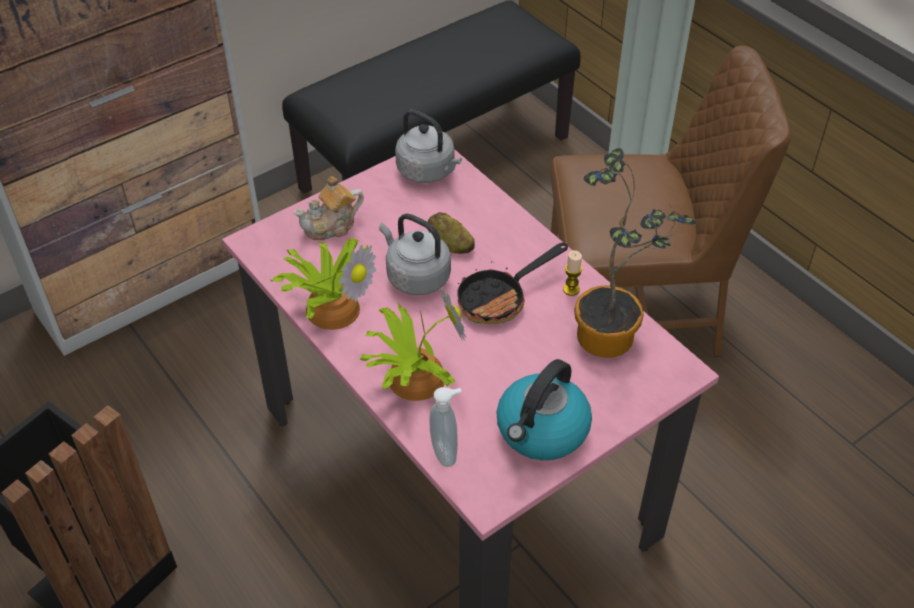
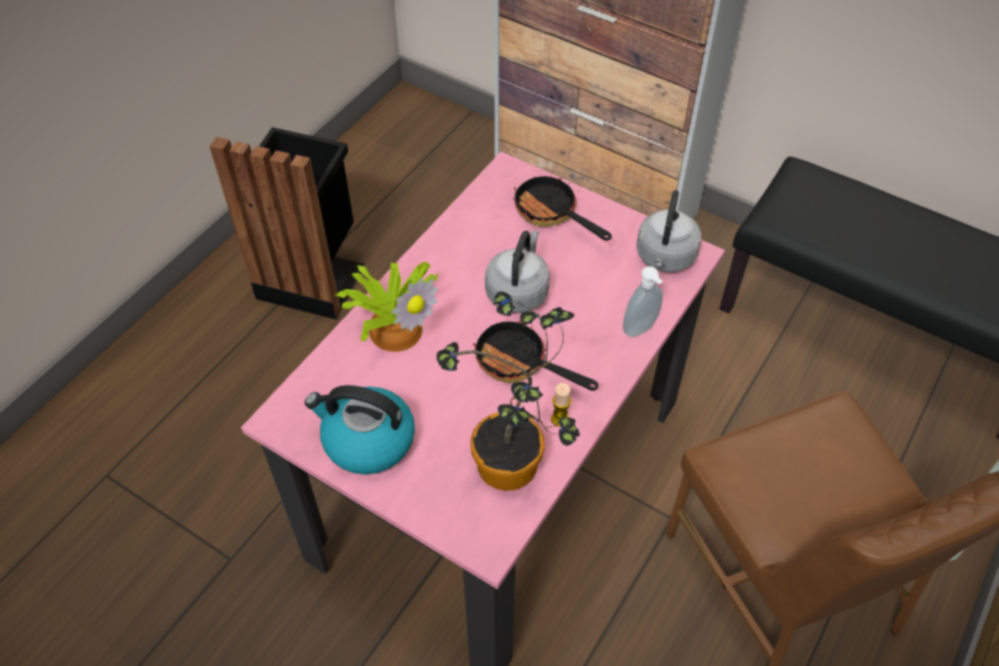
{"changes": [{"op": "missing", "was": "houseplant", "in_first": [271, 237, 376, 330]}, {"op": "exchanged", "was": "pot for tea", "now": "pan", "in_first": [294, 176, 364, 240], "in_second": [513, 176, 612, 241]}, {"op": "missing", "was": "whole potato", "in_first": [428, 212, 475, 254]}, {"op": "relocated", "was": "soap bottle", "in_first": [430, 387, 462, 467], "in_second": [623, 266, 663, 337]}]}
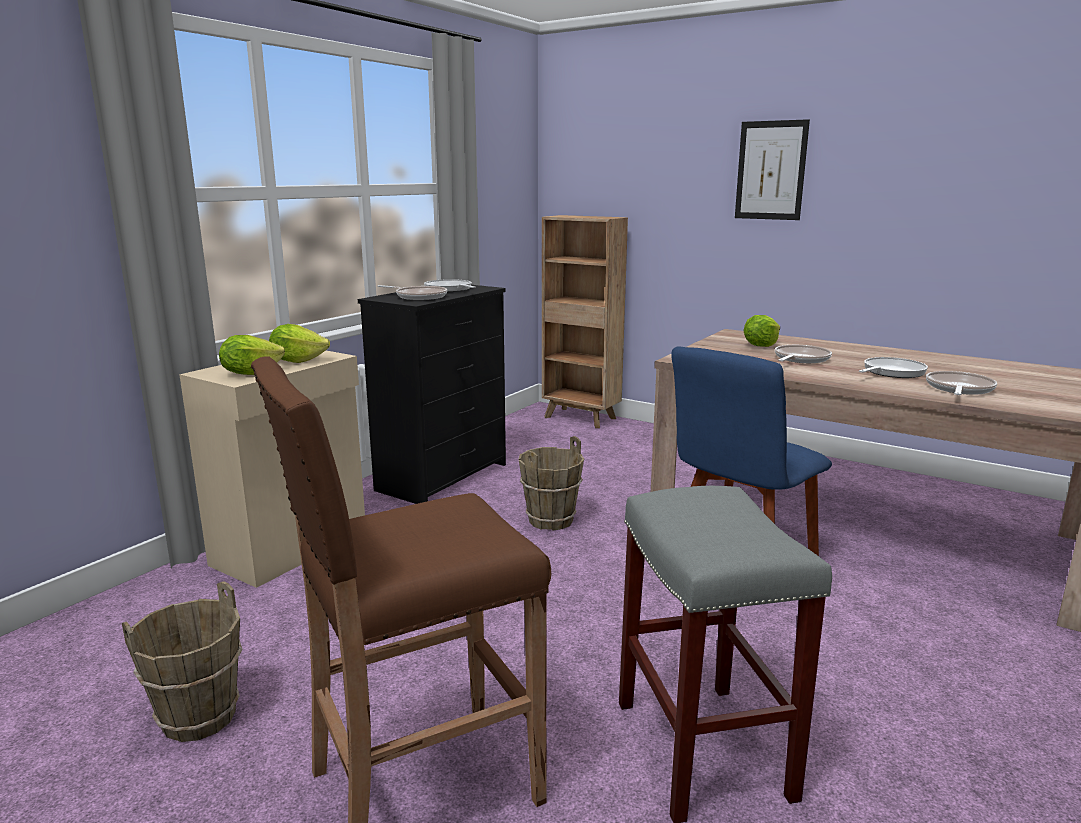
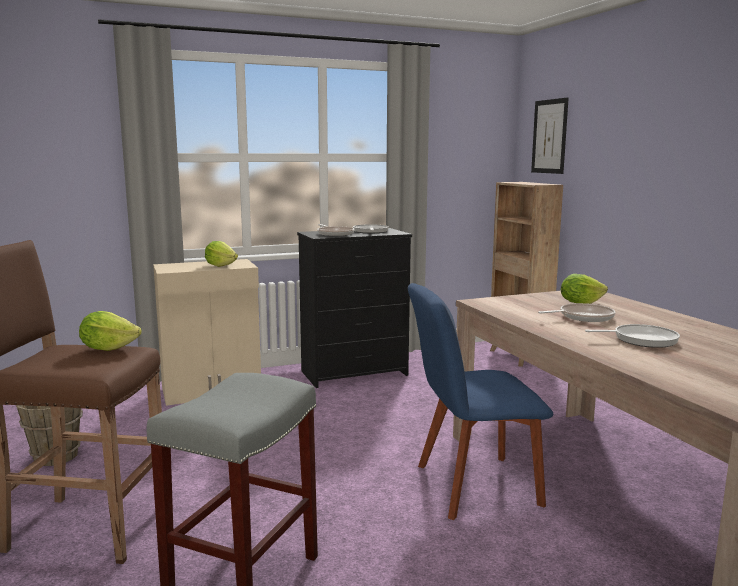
{"changes": [{"op": "relocated", "was": "lettuce head", "in_first": [219, 335, 285, 375], "in_second": [79, 311, 141, 351]}, {"op": "missing", "was": "pail in brownish", "in_first": [519, 436, 584, 531]}, {"op": "relocated", "was": "wall art", "in_first": [735, 119, 810, 220], "in_second": [531, 97, 569, 174]}, {"op": "missing", "was": "pan", "in_first": [926, 371, 997, 395]}]}
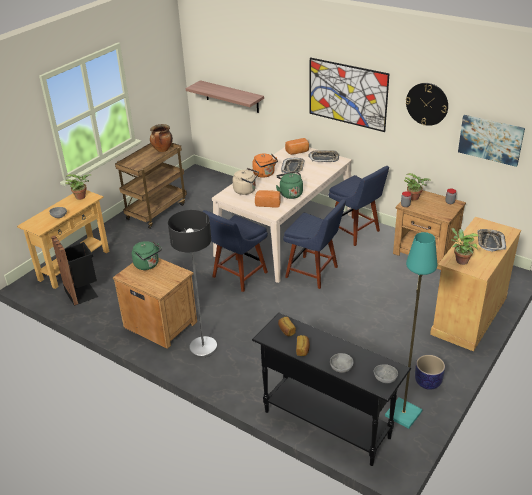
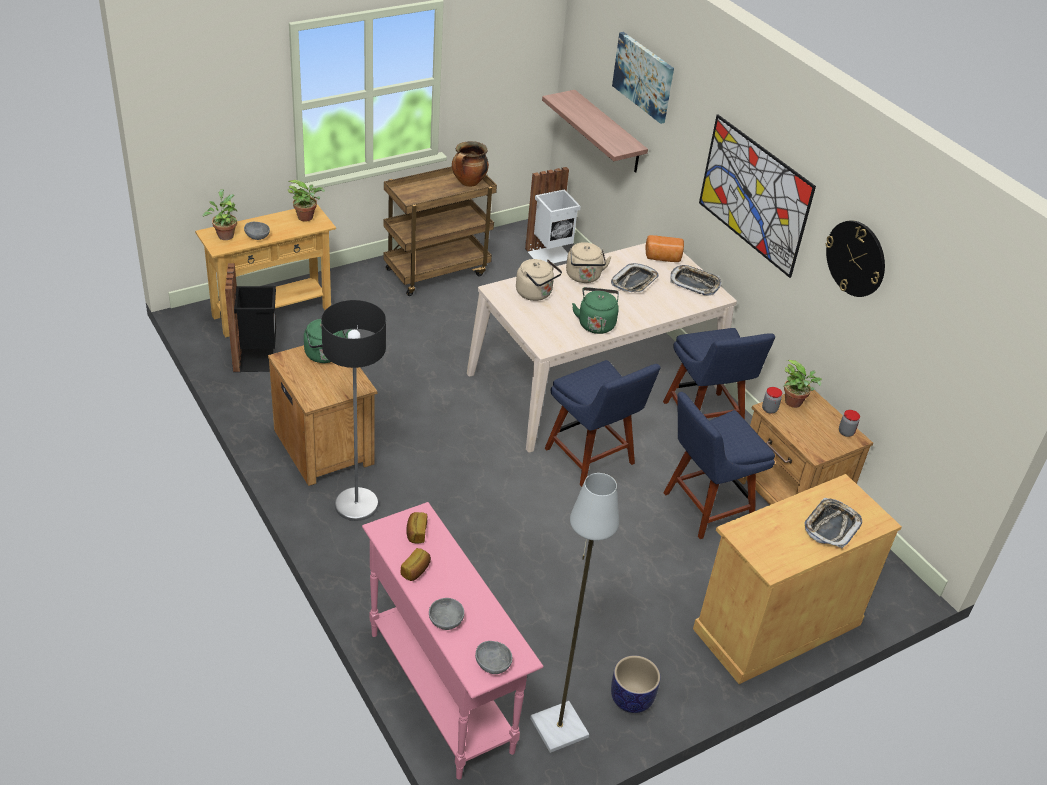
{"changes": [{"op": "relocated", "was": "plain chair in bluish", "in_first": [203, 210, 268, 292], "in_second": [663, 392, 775, 539]}, {"op": "colour", "was": "kettle in orangey", "now": "kettle in sand-coloured", "in_first": [252, 153, 278, 178], "in_second": [566, 242, 612, 283]}, {"op": "colour", "was": "console table in black", "now": "console table in pinkish", "in_first": [252, 313, 411, 466], "in_second": [362, 502, 544, 780]}, {"op": "missing", "was": "bread", "in_first": [255, 190, 281, 207]}, {"op": "colour", "was": "floor lamp in blue-green", "now": "floor lamp in greyish", "in_first": [385, 232, 437, 429], "in_second": [530, 473, 619, 753]}, {"op": "relocated", "was": "houseplant", "in_first": [451, 228, 480, 265], "in_second": [202, 189, 238, 240]}, {"op": "relocated", "was": "wall art", "in_first": [458, 115, 525, 167], "in_second": [612, 32, 674, 124]}, {"op": "appeared", "now": "trash can in whitish", "in_second": [525, 167, 581, 263]}]}
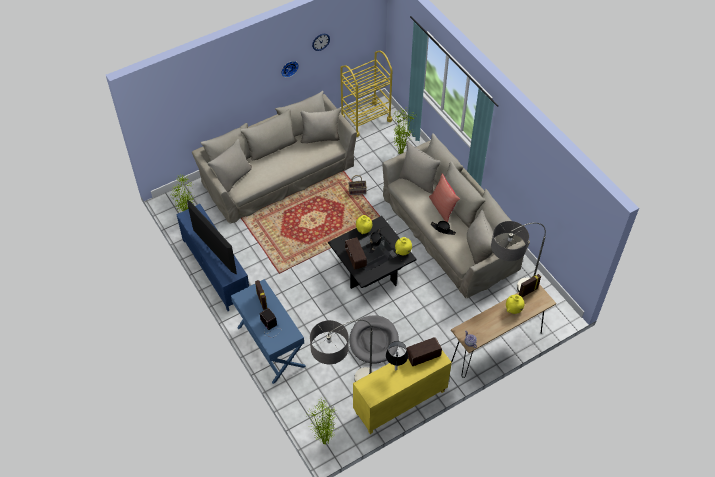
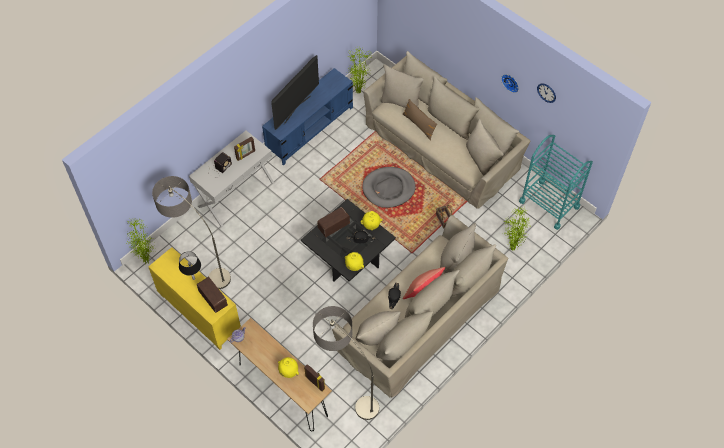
{"changes": [{"op": "colour", "was": "console table in bluish", "now": "console table in whitish", "in_first": [231, 279, 306, 384], "in_second": [189, 131, 274, 227]}, {"op": "colour", "was": "cart in yellow", "now": "cart in blue-green", "in_first": [340, 51, 393, 137], "in_second": [519, 135, 593, 230]}, {"op": "relocated", "was": "dog cushion in greyish", "in_first": [350, 315, 399, 364], "in_second": [362, 167, 416, 208]}, {"op": "appeared", "now": "cushion in brownish", "in_second": [403, 99, 437, 141]}]}
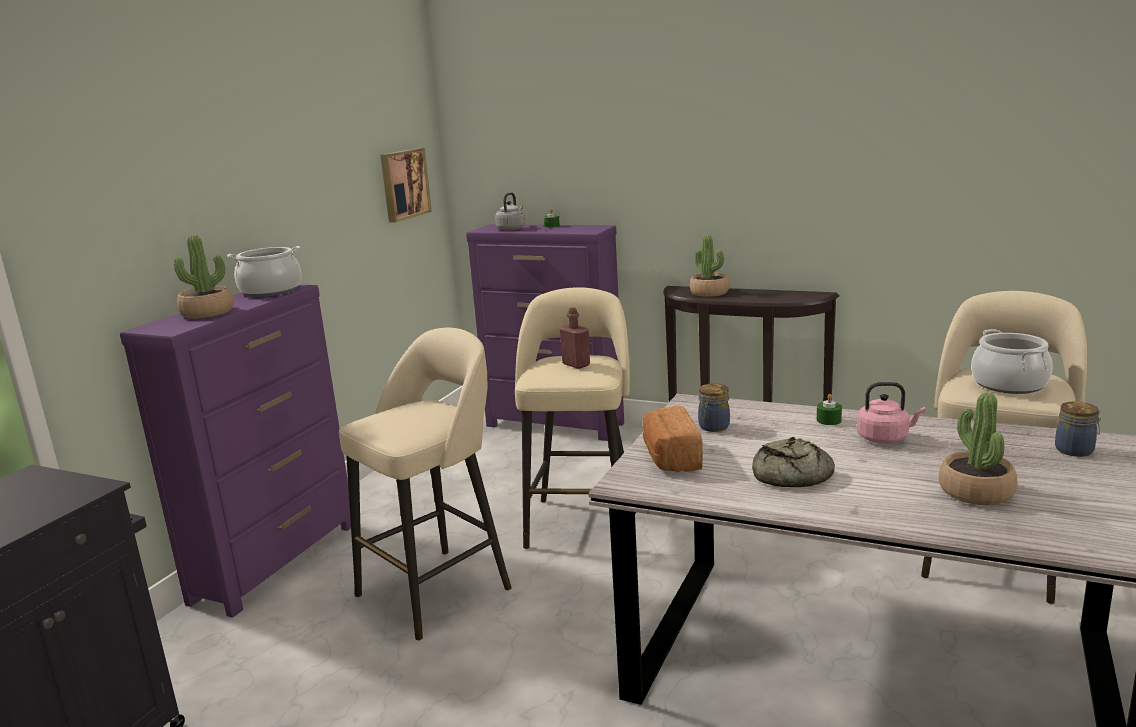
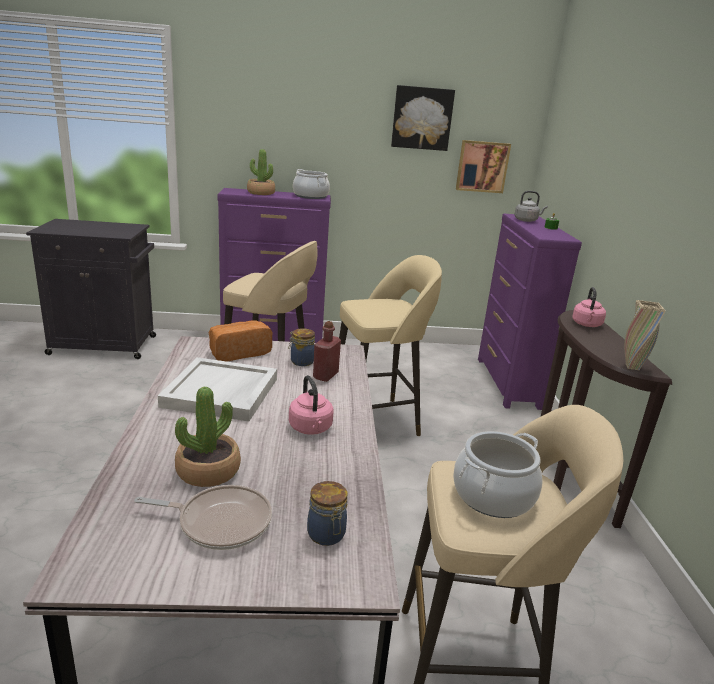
{"changes": [{"op": "relocated", "was": "beverage bottle in reddish", "in_first": [560, 308, 590, 369], "in_second": [313, 321, 341, 382]}, {"op": "exchanged", "was": "houseplant", "now": "kettle in pinkish", "in_first": [690, 235, 729, 297], "in_second": [572, 287, 606, 327]}, {"op": "exchanged", "was": "bread", "now": "tray in whitish", "in_first": [752, 437, 835, 487], "in_second": [158, 357, 277, 422]}, {"op": "missing", "was": "wax light in greenish", "in_first": [817, 394, 842, 425]}, {"op": "appeared", "now": "pan", "in_second": [134, 485, 272, 550]}, {"op": "appeared", "now": "wall art", "in_second": [391, 85, 455, 151]}, {"op": "appeared", "now": "vase in sand-coloured", "in_second": [625, 300, 665, 370]}]}
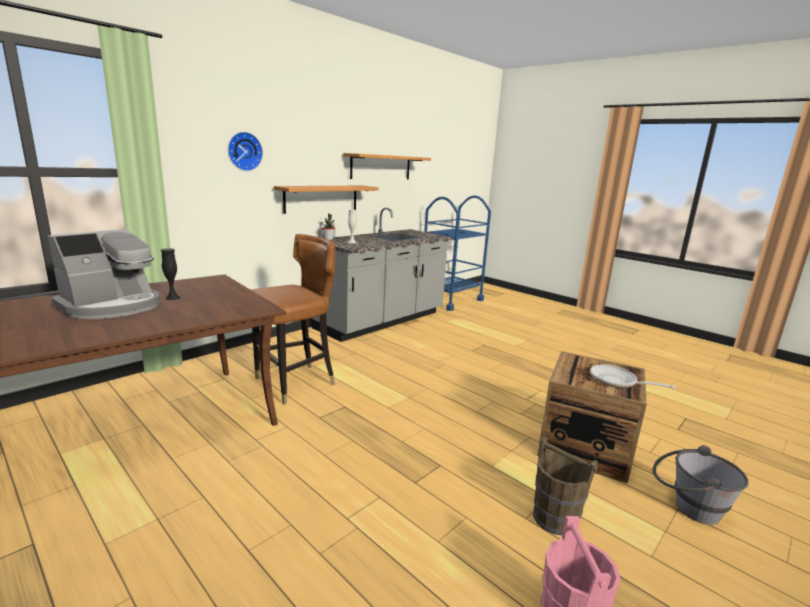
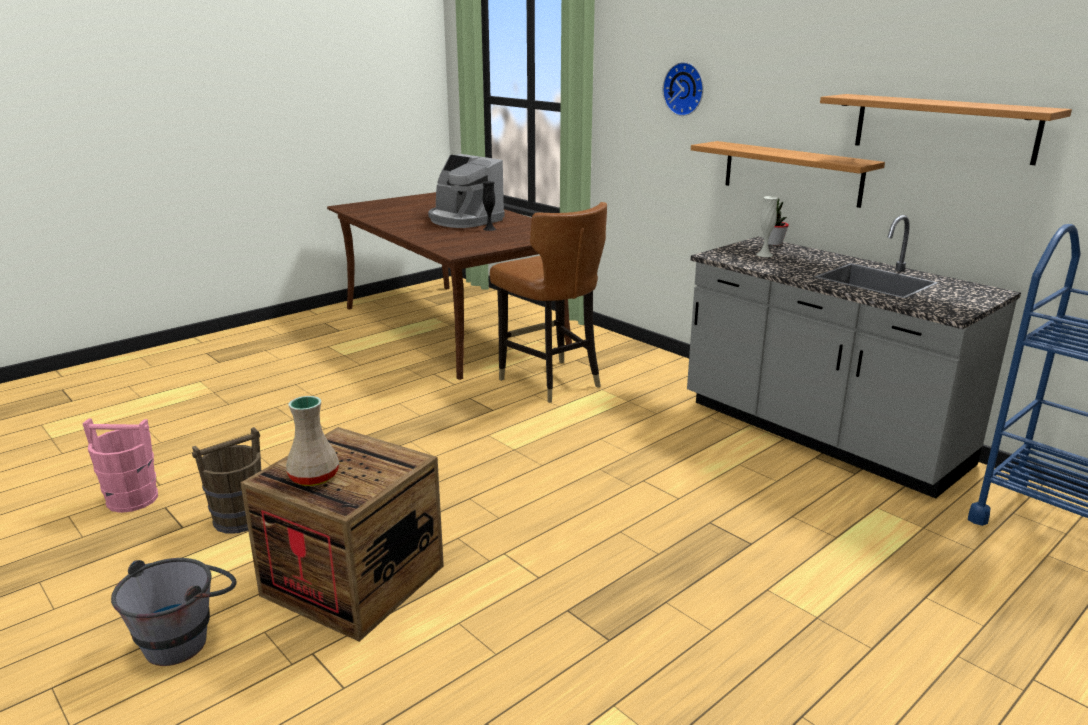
{"changes": [{"op": "exchanged", "was": "pan", "now": "vase in sand-coloured", "in_first": [590, 365, 676, 389], "in_second": [286, 396, 339, 486]}]}
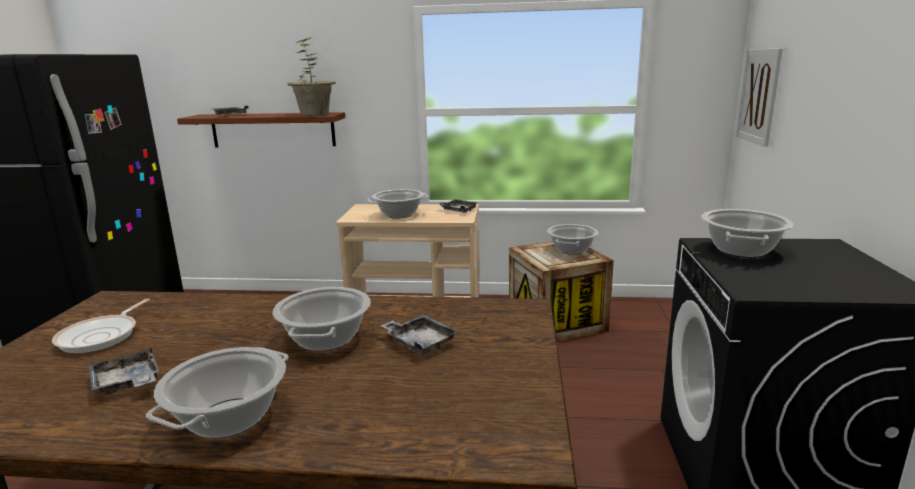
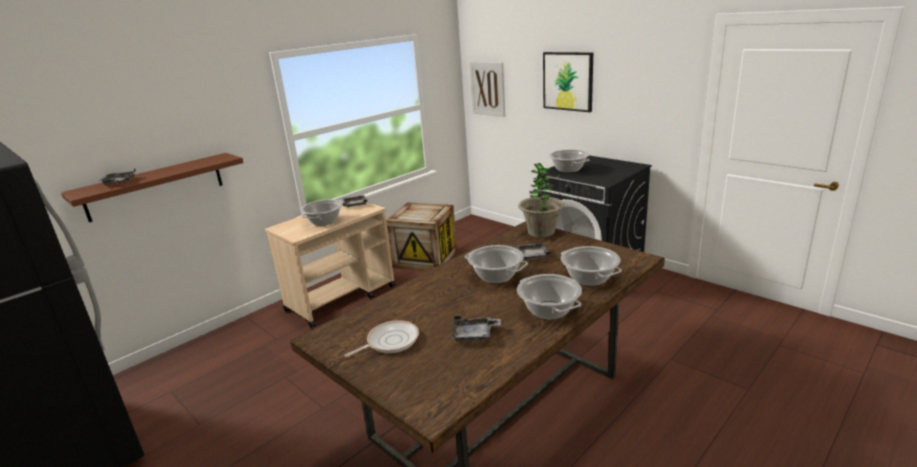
{"changes": [{"op": "spun", "was": "pan", "in_first": [52, 299, 150, 353], "in_second": [345, 320, 419, 357], "clockwise": -90}, {"op": "relocated", "was": "houseplant", "in_first": [287, 37, 336, 116], "in_second": [518, 163, 564, 238]}, {"op": "relocated", "was": "stockpot", "in_first": [547, 224, 599, 255], "in_second": [561, 246, 622, 286]}, {"op": "appeared", "now": "wall art", "in_second": [543, 52, 593, 112]}]}
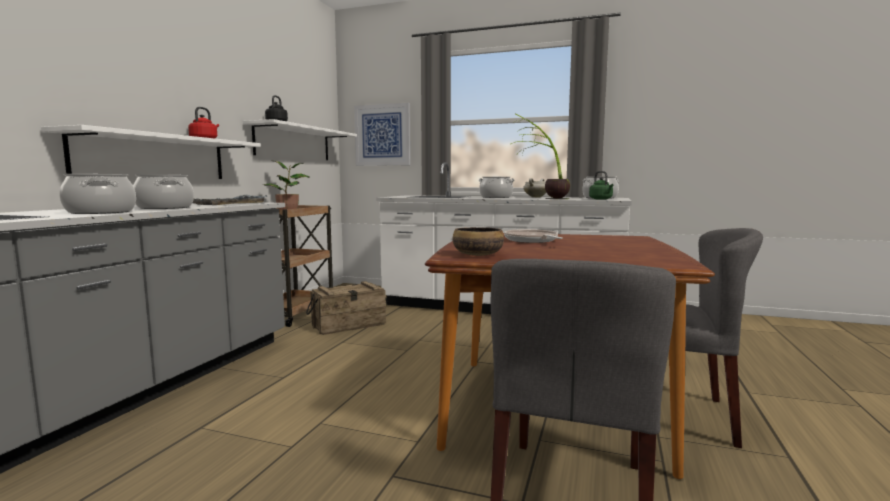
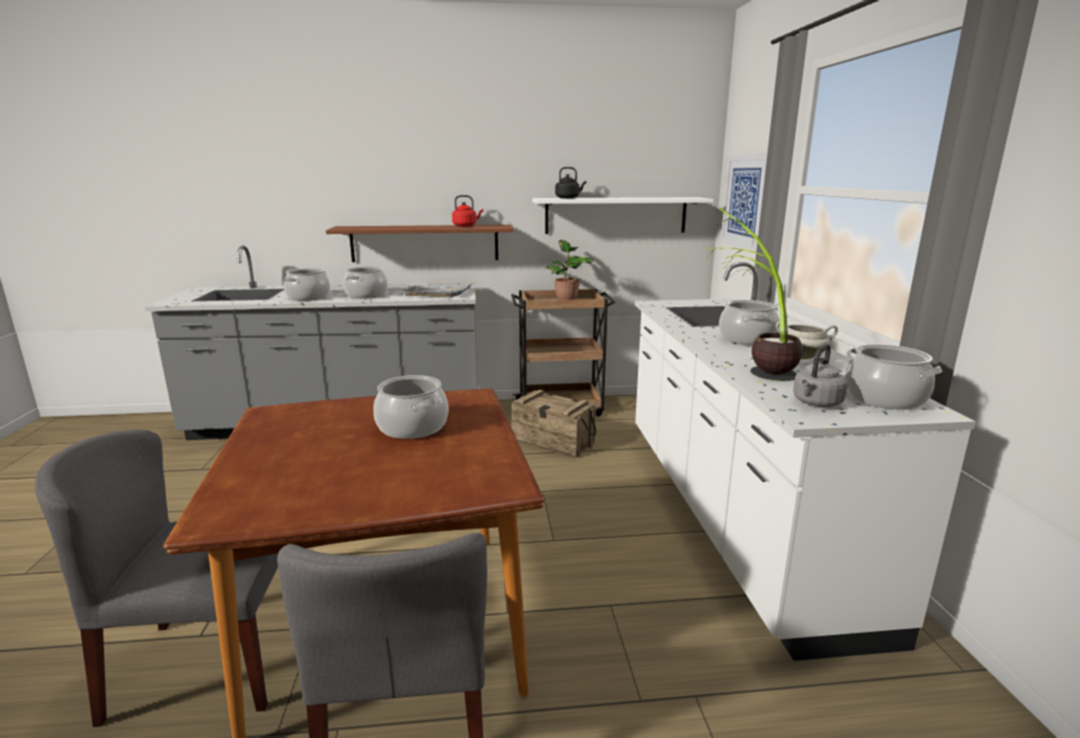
{"changes": [{"op": "colour", "was": "bracket shelf in whitish", "now": "bracket shelf in brownish", "in_first": [41, 125, 261, 179], "in_second": [326, 225, 513, 262]}, {"op": "missing", "was": "serving bowl", "in_first": [452, 227, 504, 256]}, {"op": "exchanged", "was": "pan", "now": "stockpot", "in_first": [504, 229, 563, 243], "in_second": [373, 375, 449, 439]}, {"op": "colour", "was": "kettle in greenish", "now": "kettle in greyish", "in_first": [589, 171, 613, 200], "in_second": [793, 344, 848, 407]}]}
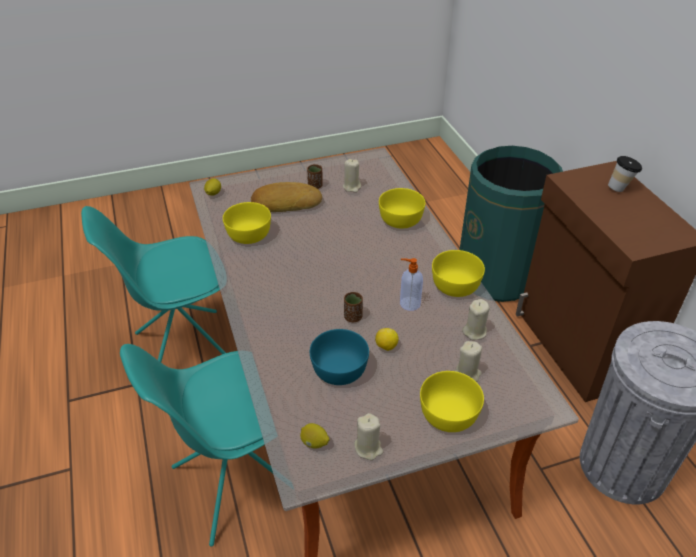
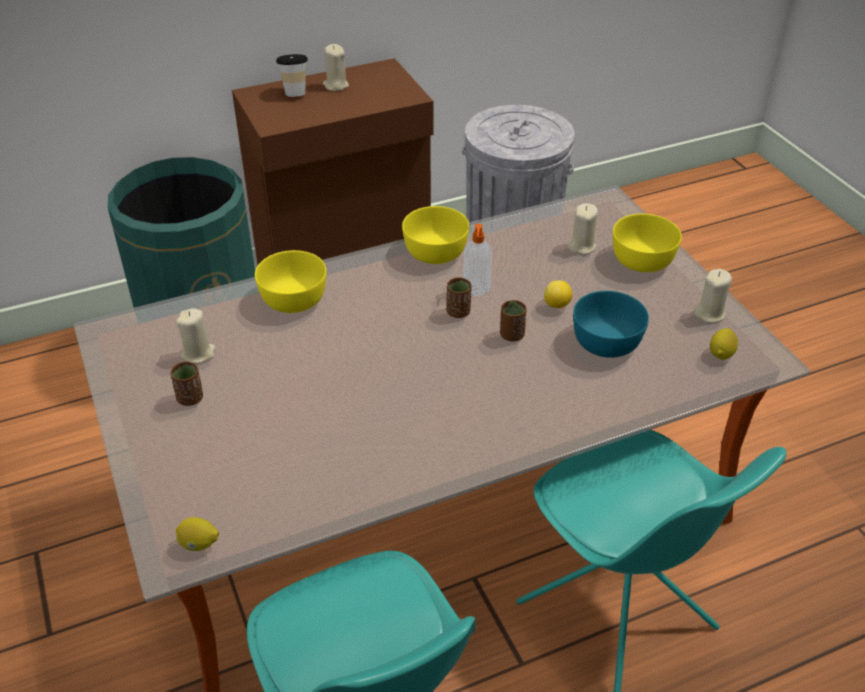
{"changes": [{"op": "missing", "was": "serving bowl in yellow", "in_first": [223, 202, 271, 244]}, {"op": "missing", "was": "bread", "in_first": [251, 182, 322, 212]}, {"op": "relocated", "was": "wax light in sand-coloured", "in_first": [462, 299, 490, 340], "in_second": [323, 44, 349, 91]}, {"op": "appeared", "now": "cup in brownish", "in_second": [446, 277, 472, 318]}]}
